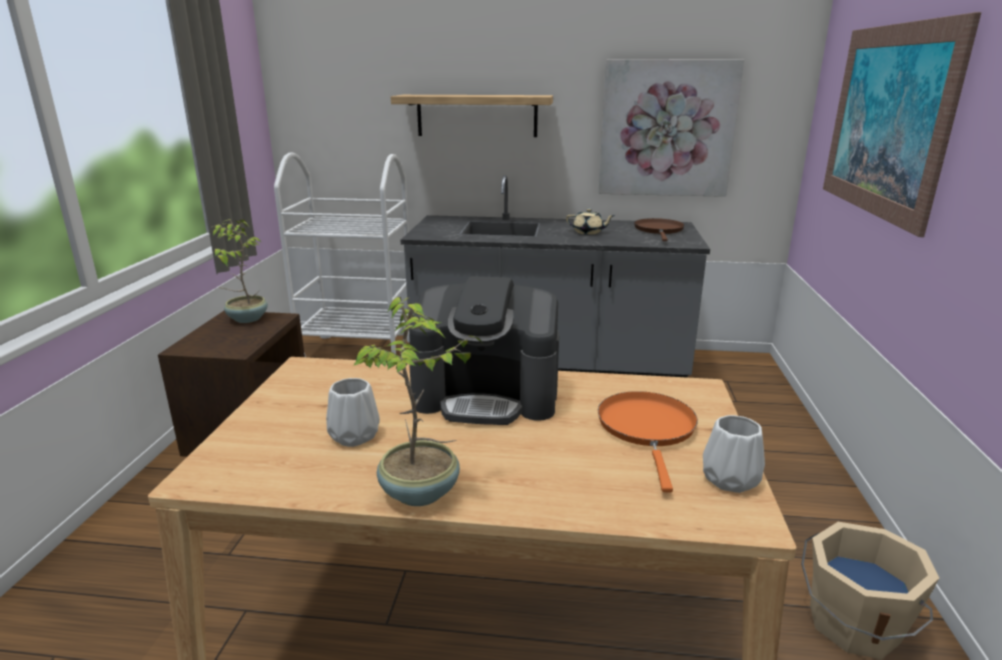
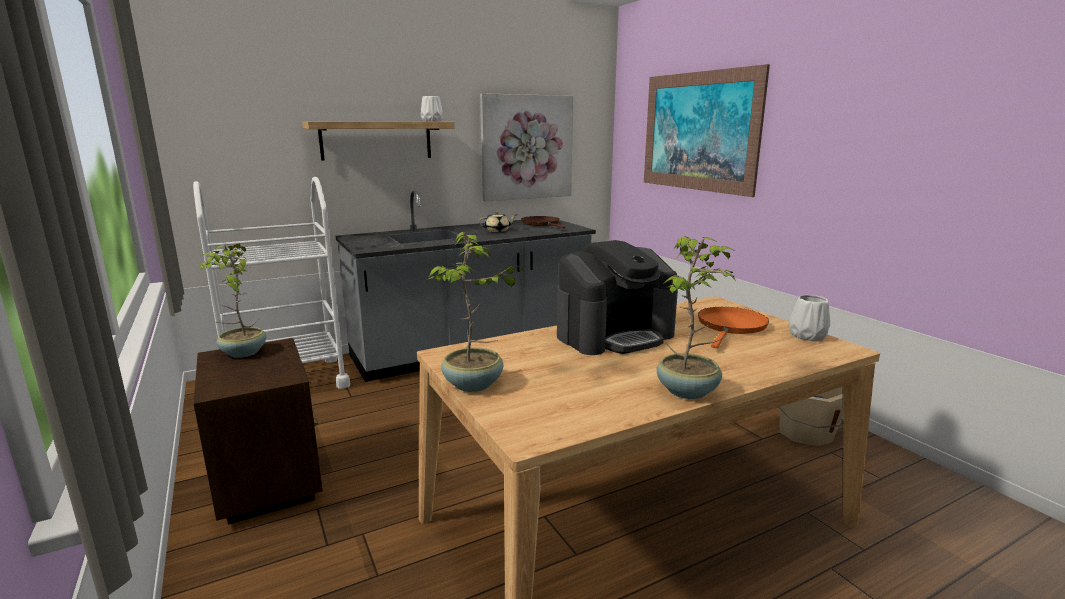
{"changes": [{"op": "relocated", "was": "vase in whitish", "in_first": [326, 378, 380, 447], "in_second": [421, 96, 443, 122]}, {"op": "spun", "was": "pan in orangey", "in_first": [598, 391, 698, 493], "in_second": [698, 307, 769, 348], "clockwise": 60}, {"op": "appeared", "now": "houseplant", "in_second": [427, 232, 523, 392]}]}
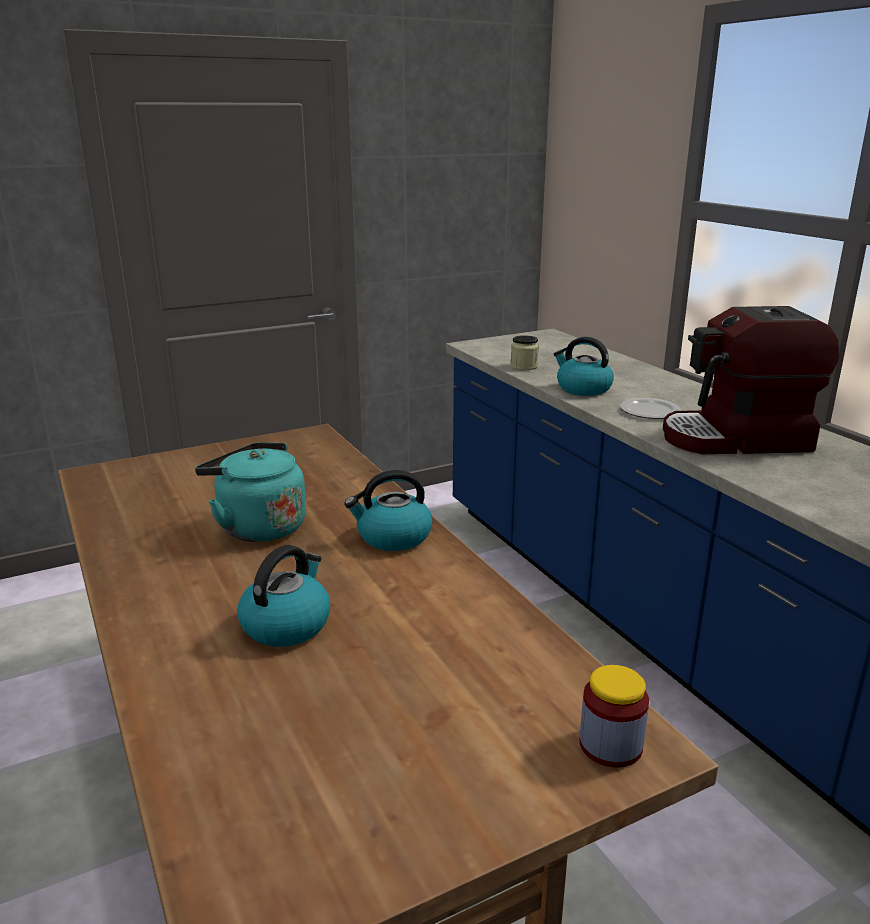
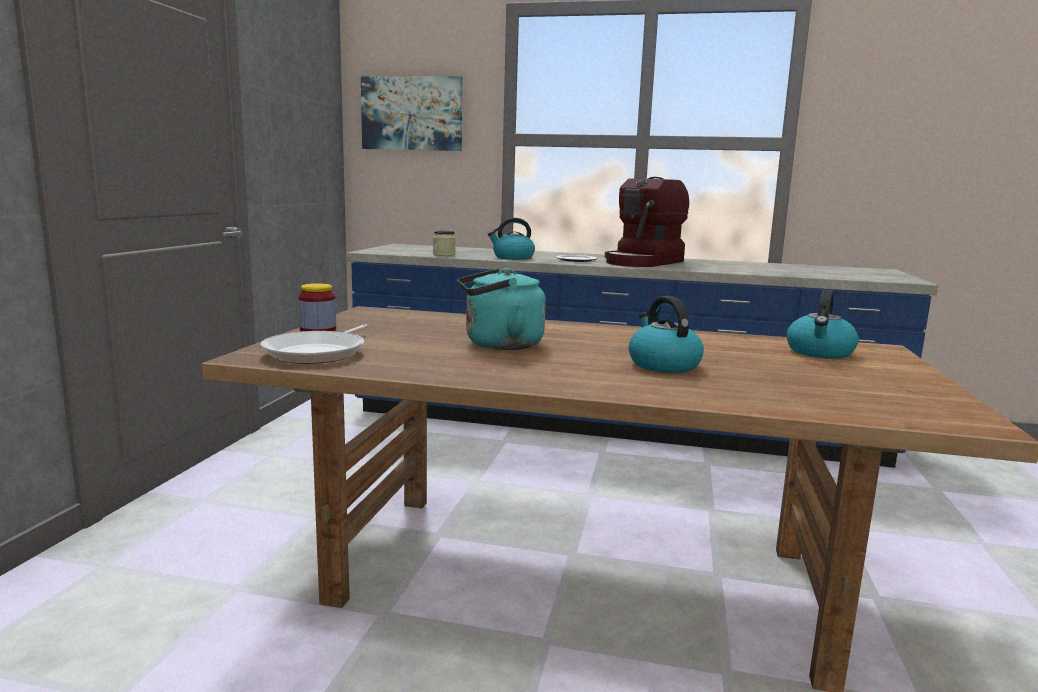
{"changes": [{"op": "relocated", "was": "kettle", "in_first": [344, 470, 432, 551], "in_second": [787, 290, 859, 359]}, {"op": "relocated", "was": "preserve jar", "in_first": [579, 665, 649, 768], "in_second": [298, 283, 336, 331]}, {"op": "appeared", "now": "pan", "in_second": [260, 324, 368, 364]}, {"op": "appeared", "now": "wall art", "in_second": [361, 76, 462, 151]}]}
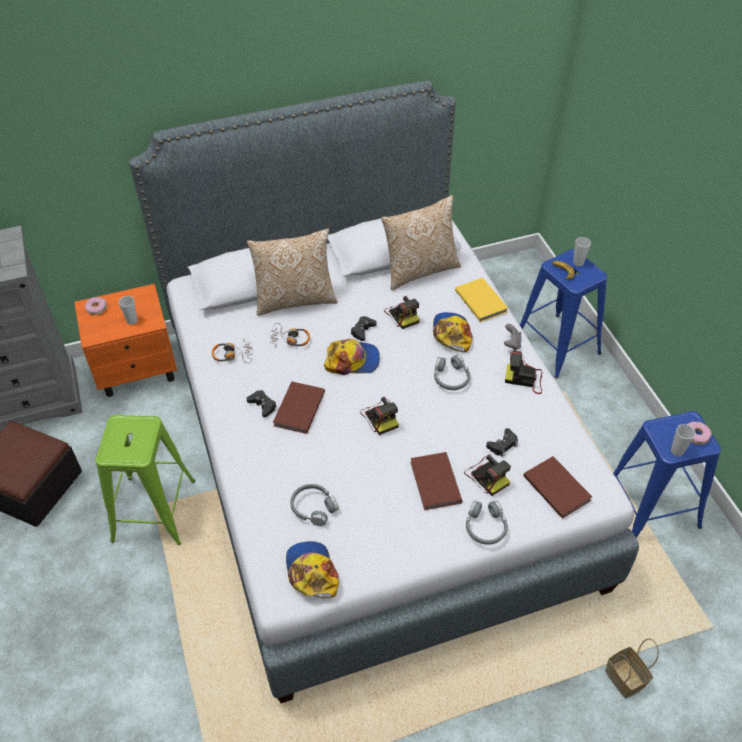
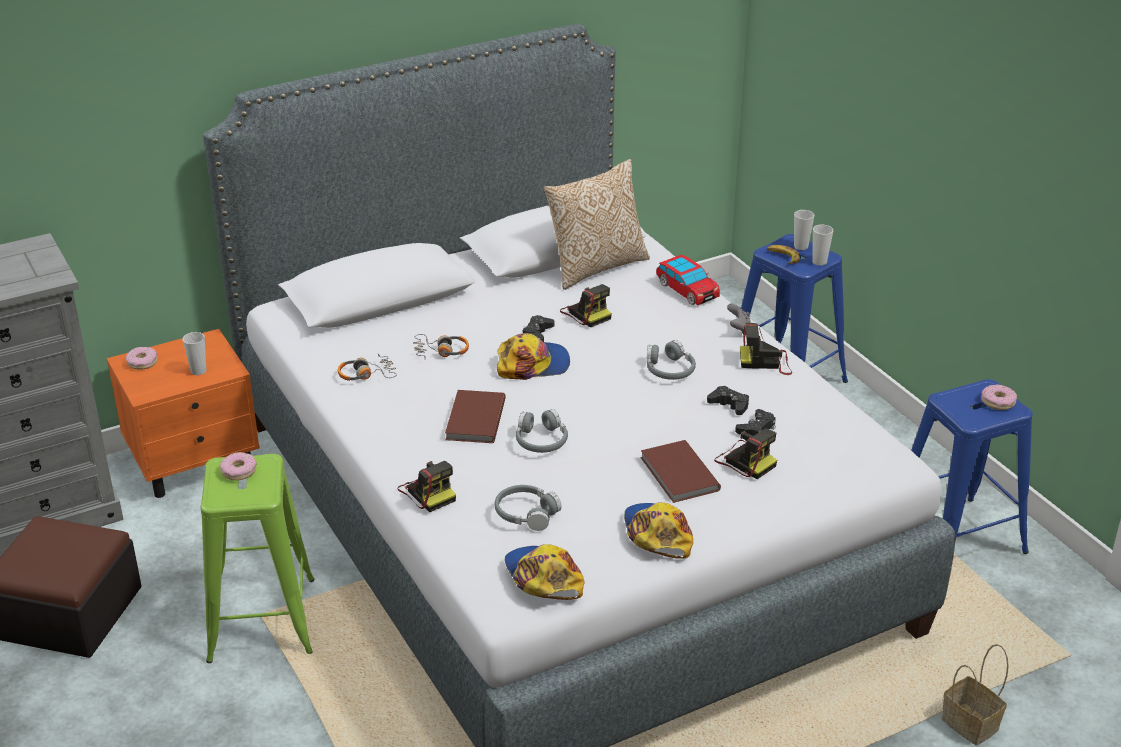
{"changes": [{"op": "relocated", "was": "game controller in black", "in_first": [246, 390, 277, 417], "in_second": [707, 386, 749, 415]}, {"op": "missing", "was": "cushion", "in_first": [247, 228, 338, 316]}, {"op": "relocated", "was": "photo camera", "in_first": [360, 397, 399, 435], "in_second": [398, 461, 456, 512]}, {"op": "relocated", "was": "cap", "in_first": [433, 312, 472, 352], "in_second": [624, 502, 693, 559]}, {"op": "exchanged", "was": "book in yellow", "now": "miniature car", "in_first": [455, 278, 508, 322], "in_second": [656, 255, 720, 306]}, {"op": "relocated", "was": "headset in greyish", "in_first": [466, 500, 508, 545], "in_second": [516, 409, 568, 453]}, {"op": "missing", "was": "book in brownish", "in_first": [523, 456, 592, 518]}, {"op": "relocated", "was": "cup", "in_first": [671, 424, 696, 457], "in_second": [812, 225, 833, 266]}, {"op": "appeared", "now": "donut", "in_second": [220, 452, 257, 481]}]}
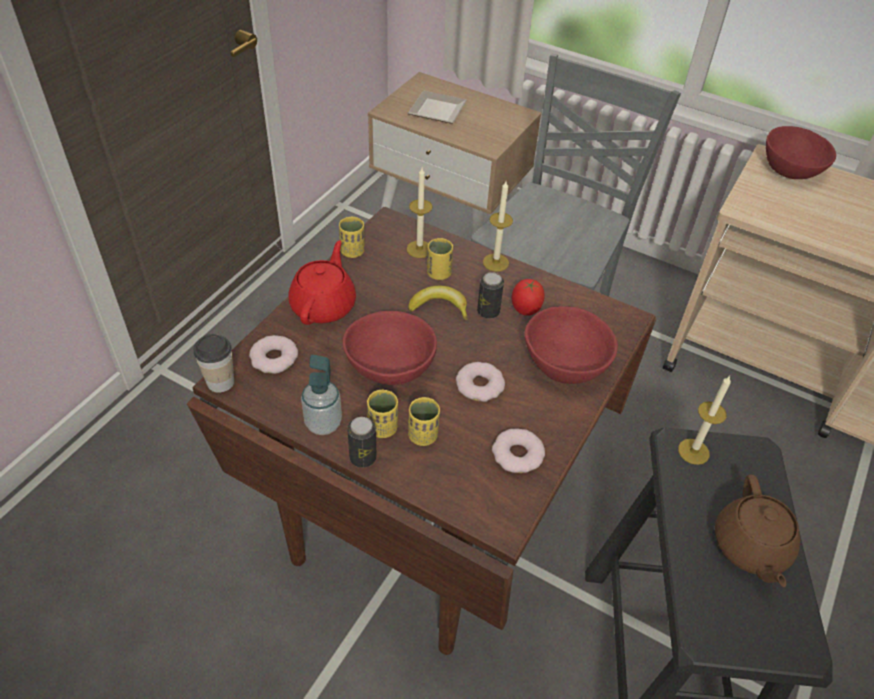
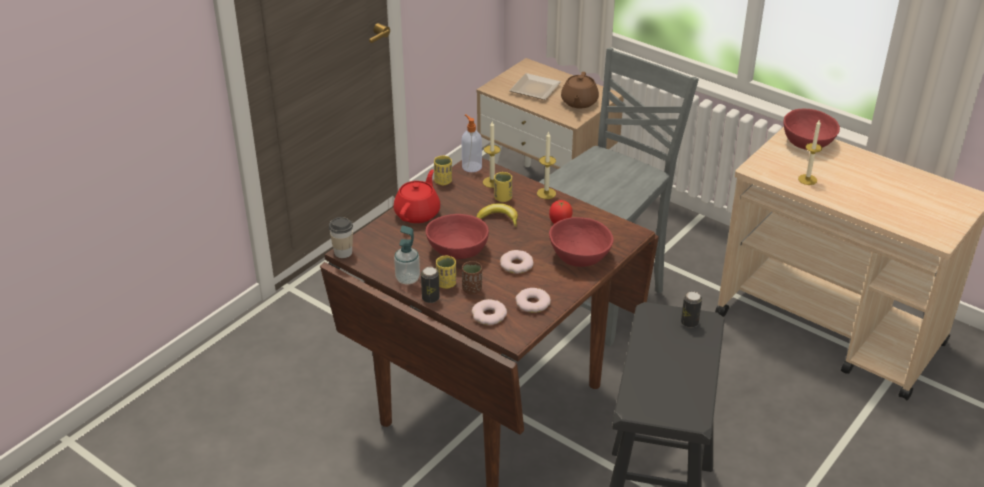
{"changes": [{"op": "relocated", "was": "donut", "in_first": [249, 335, 298, 374], "in_second": [472, 299, 507, 325]}, {"op": "colour", "was": "cup in yellow", "now": "cup in brownish", "in_first": [408, 397, 440, 446], "in_second": [462, 261, 482, 295]}, {"op": "relocated", "was": "sealed can", "in_first": [477, 272, 504, 319], "in_second": [681, 291, 702, 328]}, {"op": "relocated", "was": "wax light", "in_first": [678, 376, 731, 465], "in_second": [798, 119, 822, 185]}, {"op": "relocated", "was": "pot for tea in brownish", "in_first": [715, 474, 800, 587], "in_second": [561, 72, 599, 108]}, {"op": "appeared", "now": "soap bottle", "in_second": [462, 114, 482, 172]}]}
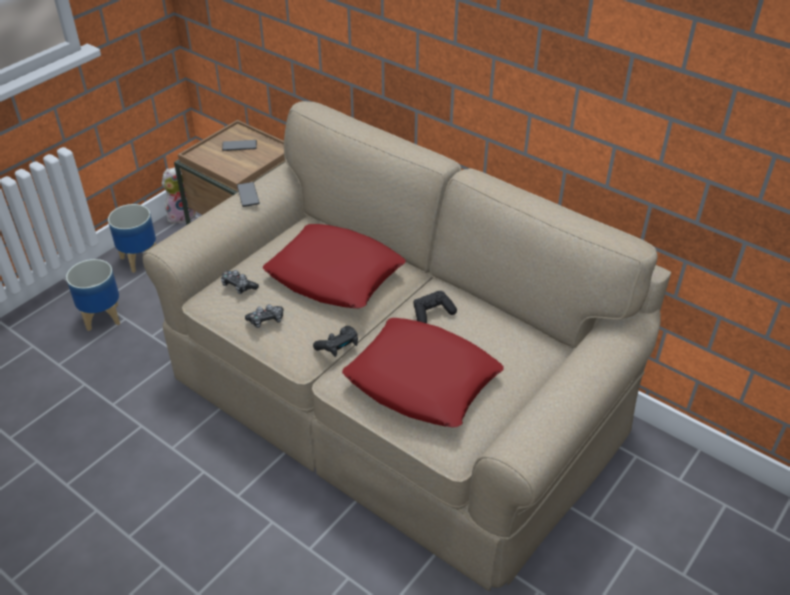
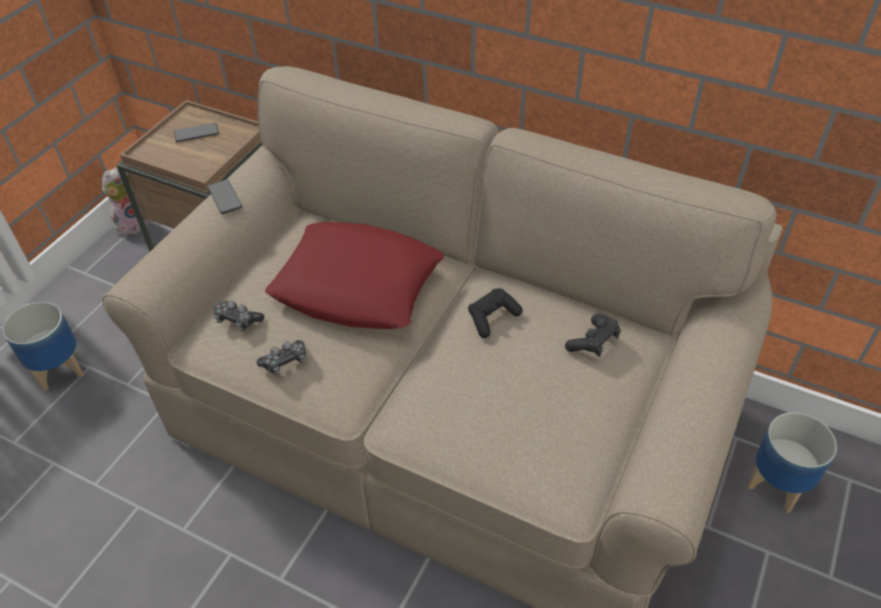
{"changes": [{"op": "relocated", "was": "plant pot", "in_first": [108, 204, 156, 273], "in_second": [747, 412, 837, 513]}, {"op": "relocated", "was": "game controller in black", "in_first": [313, 326, 358, 357], "in_second": [565, 314, 621, 357]}, {"op": "missing", "was": "cushion in reddish", "in_first": [342, 318, 504, 428]}]}
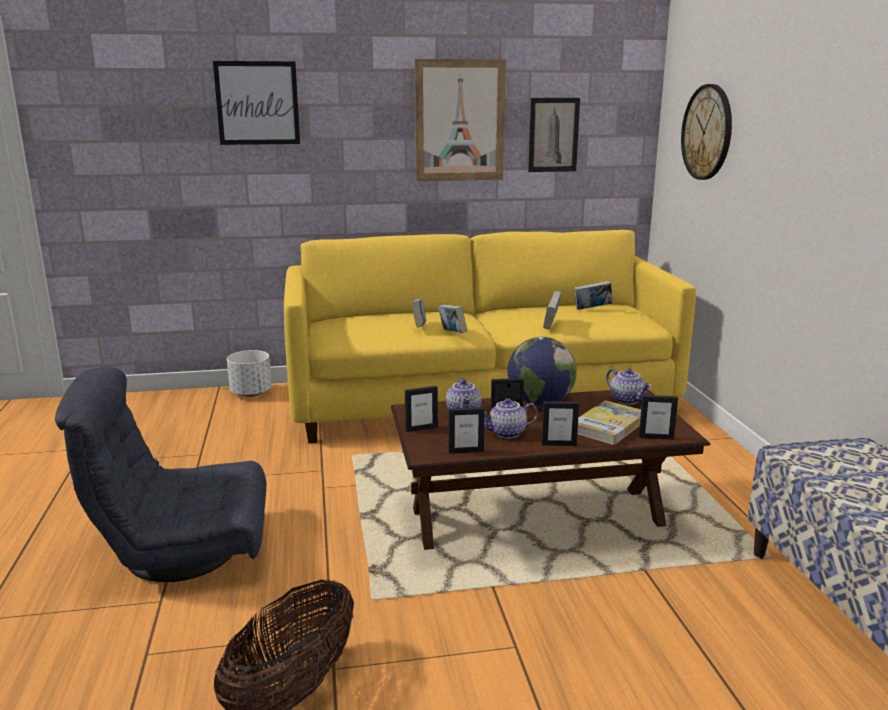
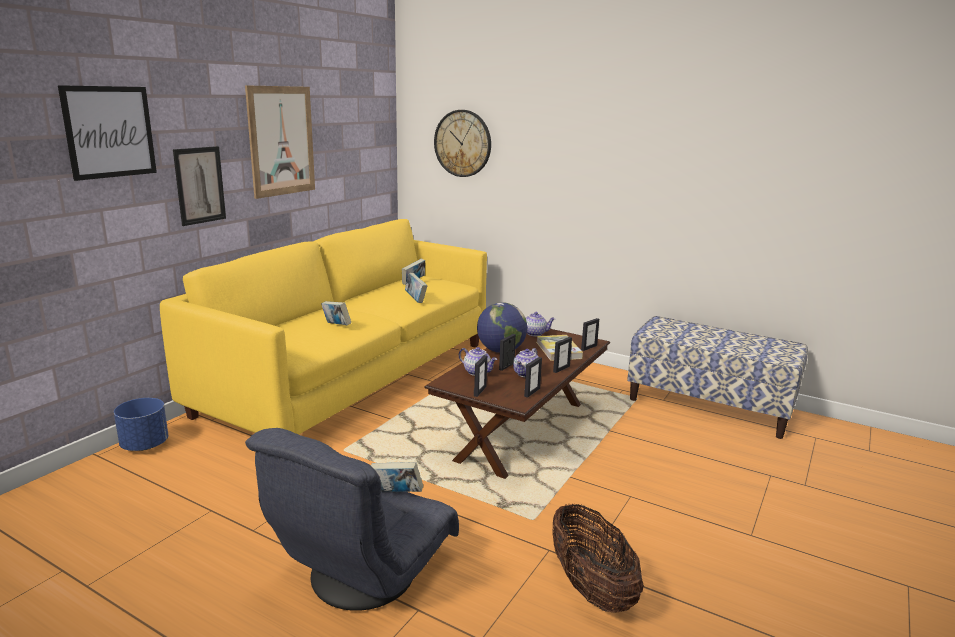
{"changes": [{"op": "colour", "was": "plant pot in whitish", "now": "plant pot in bluish", "in_first": [227, 350, 272, 397], "in_second": [114, 398, 168, 451]}, {"op": "relocated", "was": "book", "in_first": [438, 304, 468, 333], "in_second": [371, 462, 423, 492]}, {"op": "relocated", "was": "wall art", "in_first": [528, 98, 580, 172], "in_second": [173, 146, 226, 226]}]}
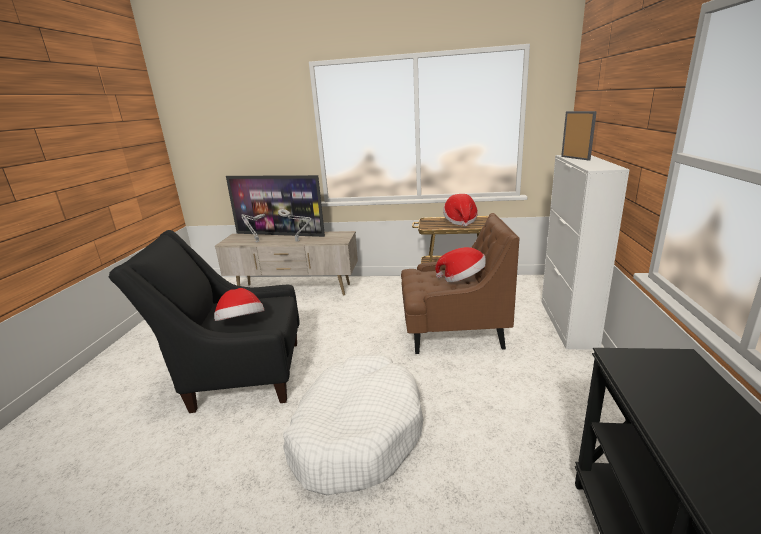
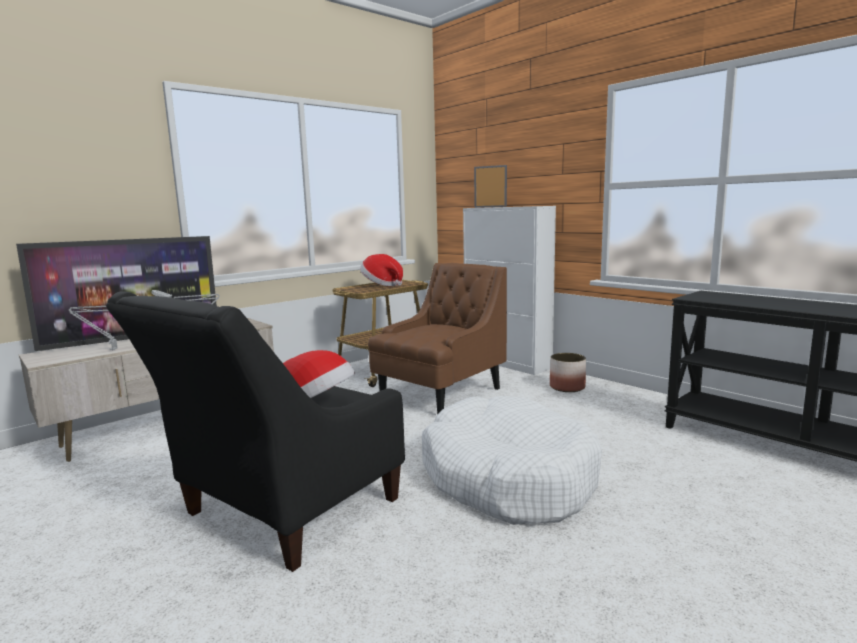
{"changes": [{"op": "missing", "was": "hat", "in_first": [435, 247, 485, 282]}, {"op": "appeared", "now": "plant pot", "in_second": [550, 353, 586, 392]}]}
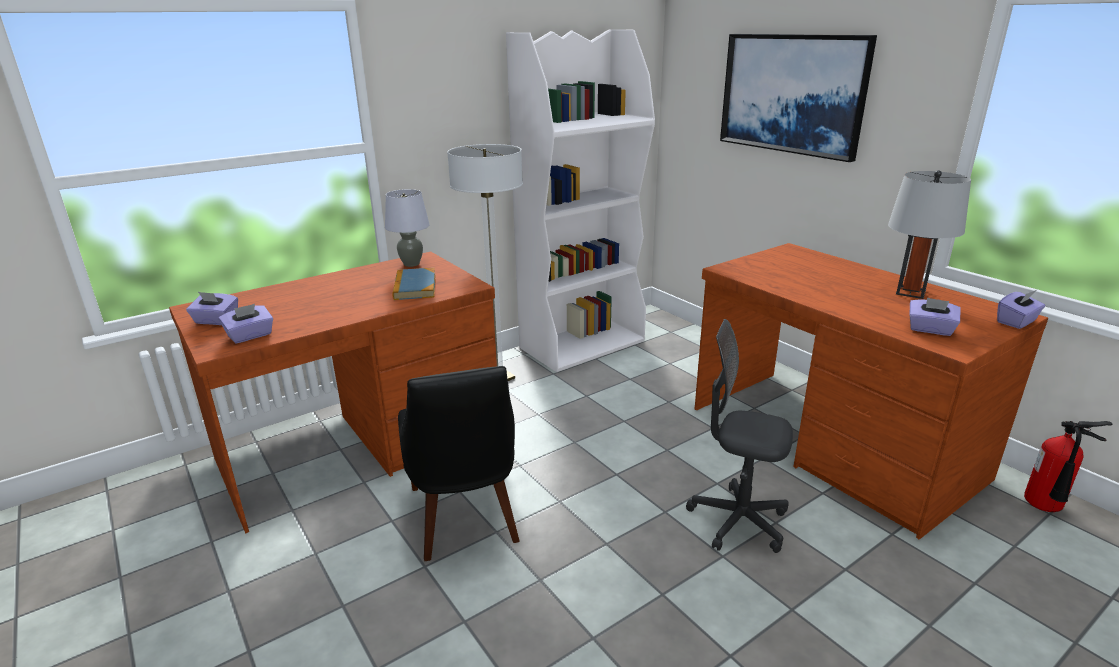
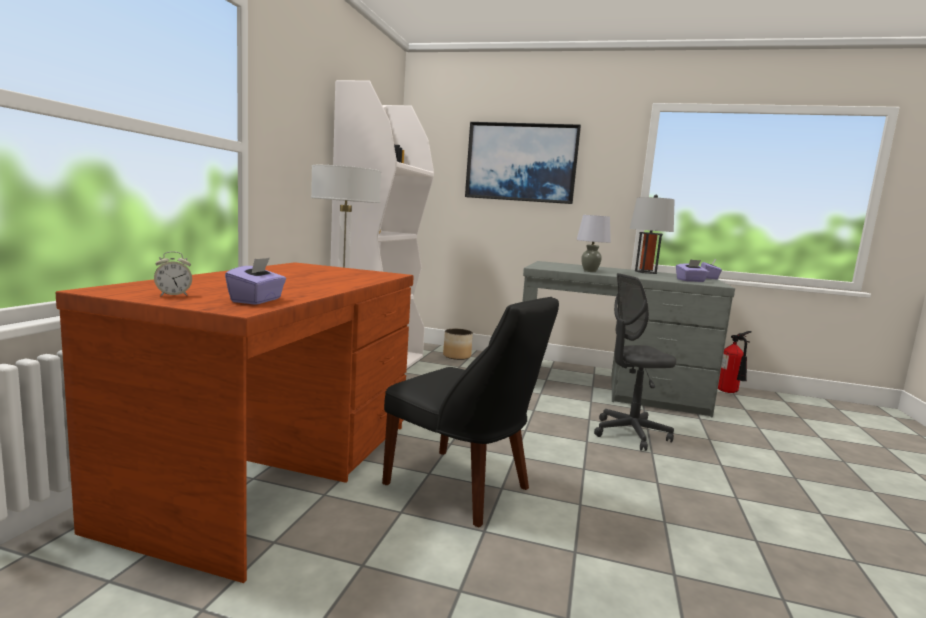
{"changes": [{"op": "exchanged", "was": "box of tissues in purplish", "now": "bedside clock", "in_first": [186, 292, 238, 325], "in_second": [154, 251, 192, 297]}, {"op": "relocated", "was": "tabletop lamp in greyish", "in_first": [385, 189, 430, 267], "in_second": [577, 215, 611, 272]}, {"op": "missing", "was": "book", "in_first": [393, 268, 435, 300]}, {"op": "colour", "was": "desk in brownish", "now": "desk in greyish", "in_first": [694, 243, 1048, 539], "in_second": [522, 261, 735, 417]}, {"op": "appeared", "now": "plant pot", "in_second": [443, 329, 473, 360]}]}
